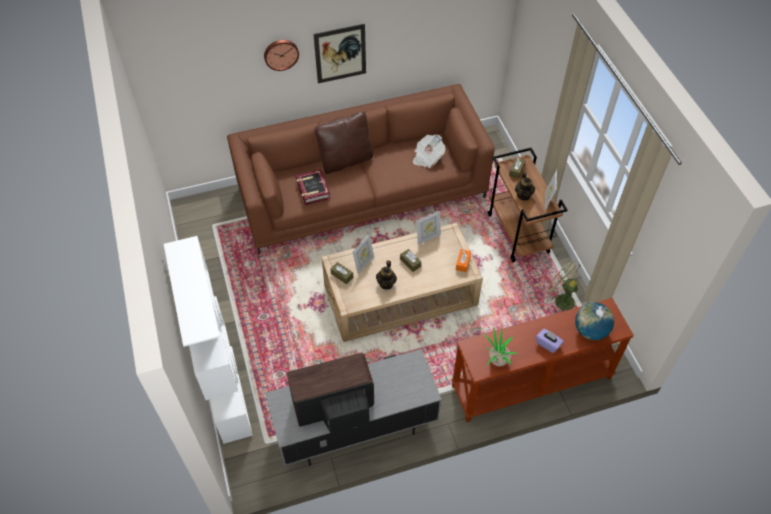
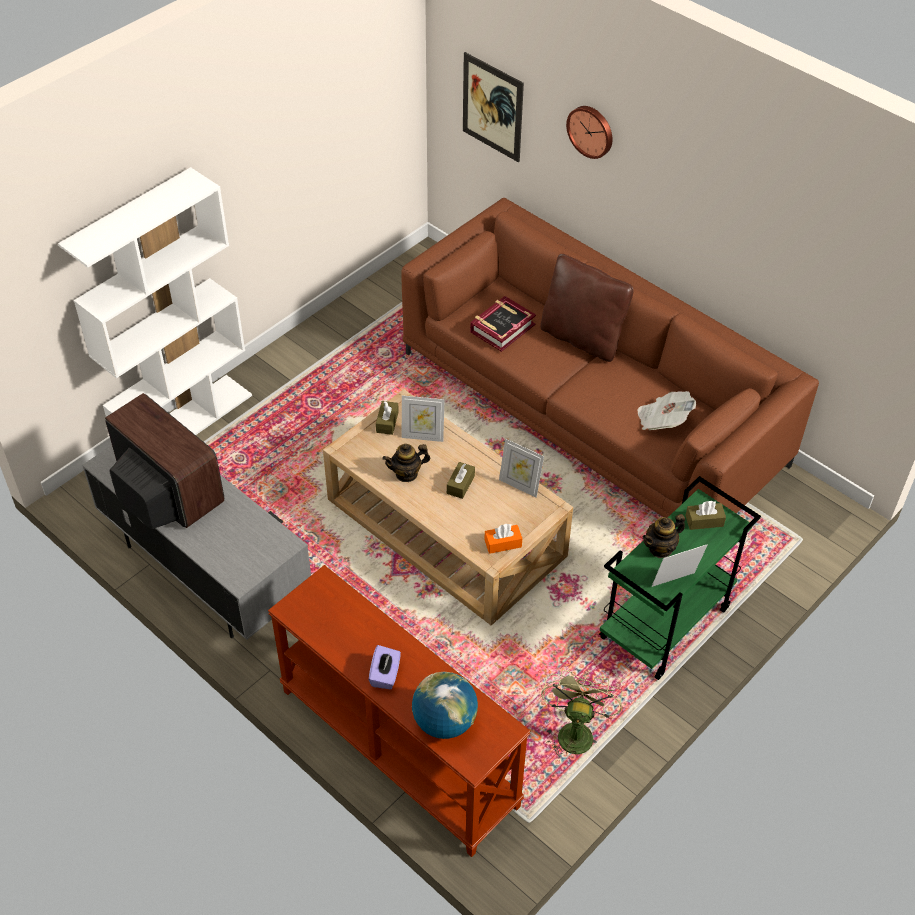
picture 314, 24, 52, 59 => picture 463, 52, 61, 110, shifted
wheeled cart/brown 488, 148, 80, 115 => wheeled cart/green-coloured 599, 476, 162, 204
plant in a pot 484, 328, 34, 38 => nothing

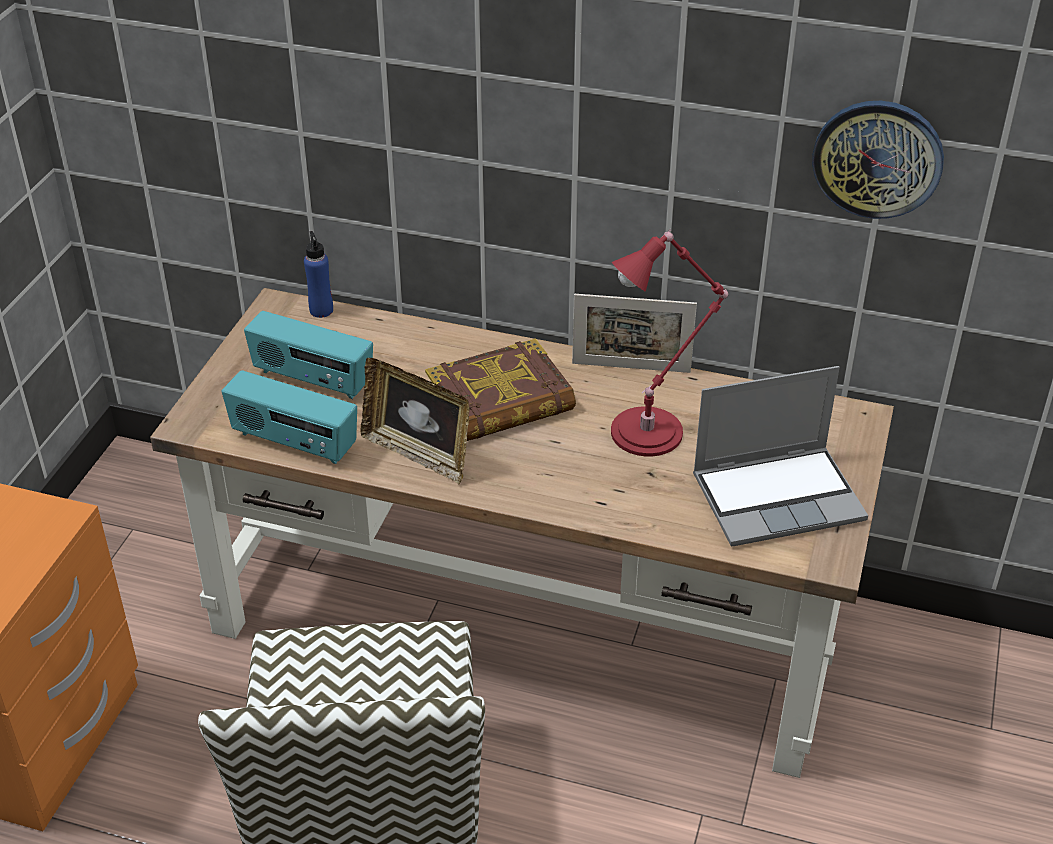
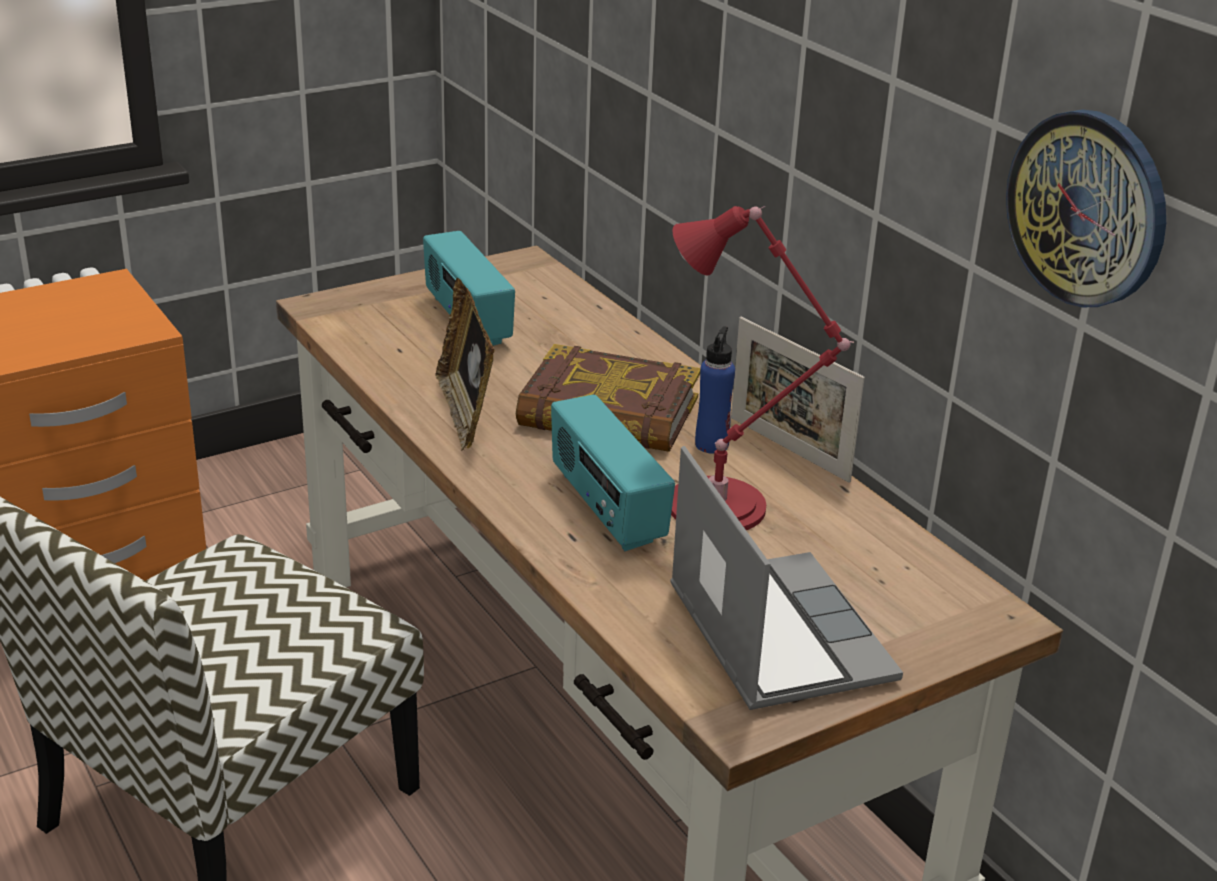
beverage bottle/bluish 304, 231, 29, 87 => beverage bottle/bluish 695, 326, 40, 128, shifted
notebook computer 693, 366, 175, 180 => notebook computer 670, 446, 233, 264, 135 degrees counterclockwise
radio receiver 222, 370, 135, 94 => radio receiver 551, 395, 124, 156, shifted

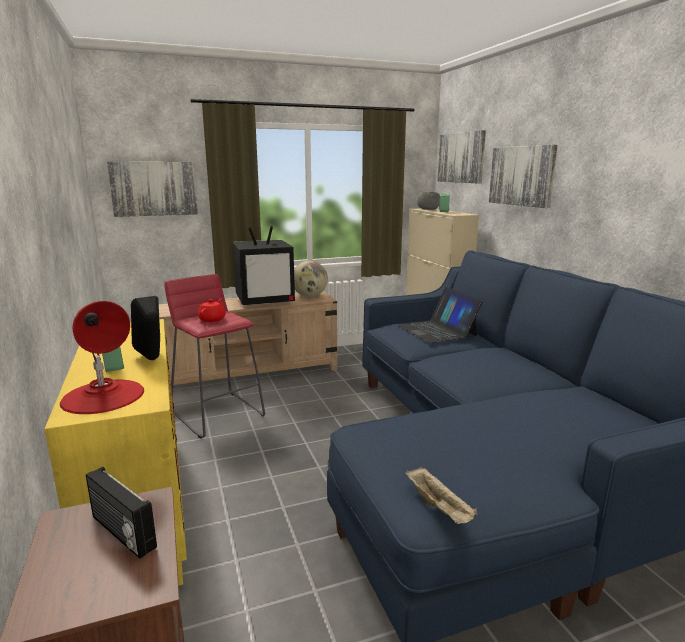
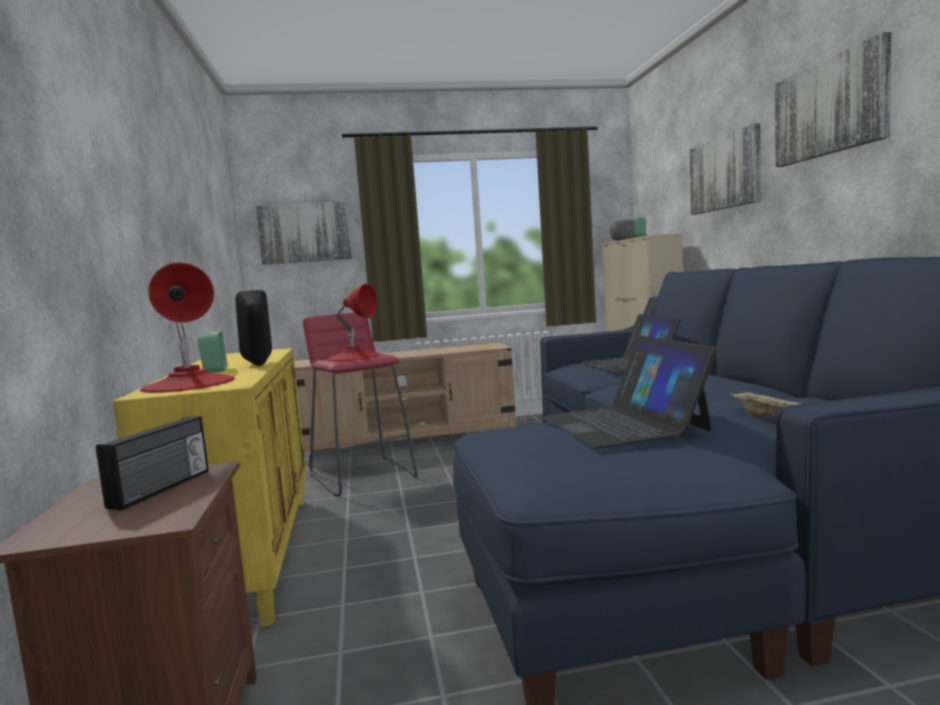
picture 438, 130, 48, 53 => picture 775, 32, 117, 135, shifted
television 232, 226, 63, 79 => nothing
world globe 294, 261, 34, 36 => nothing
tea pot/red 198, 298, 28, 24 => lamp for a table/red 327, 284, 53, 77
radio receiver 86, 467, 71, 91 => radio receiver 96, 416, 113, 94, 120 degrees counterclockwise
carrying tray/beige 405, 467, 72, 57 => carrying tray/beige 729, 391, 72, 27, shifted
nothing => notebook computer 541, 335, 176, 113

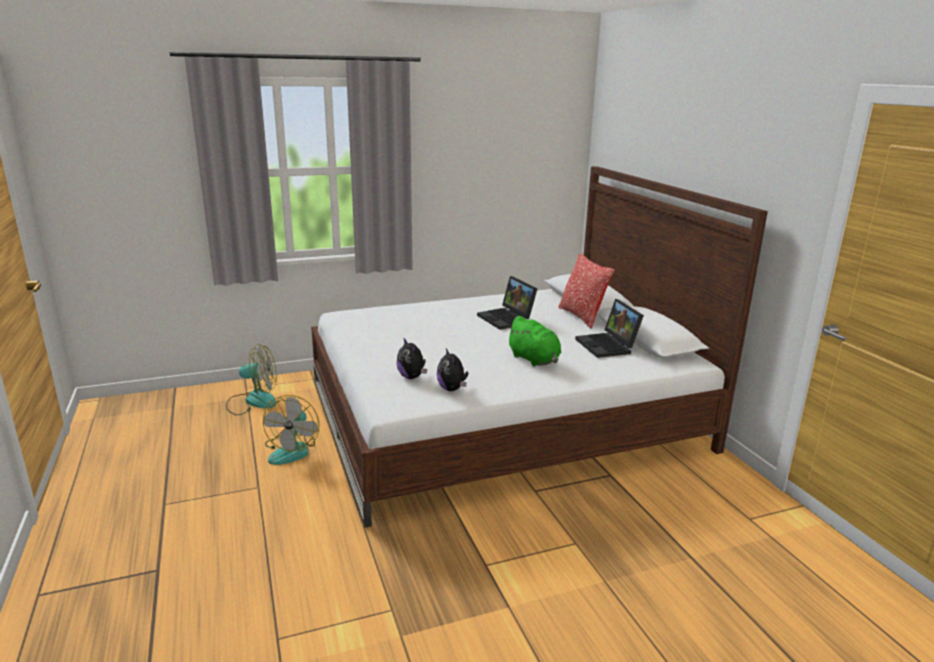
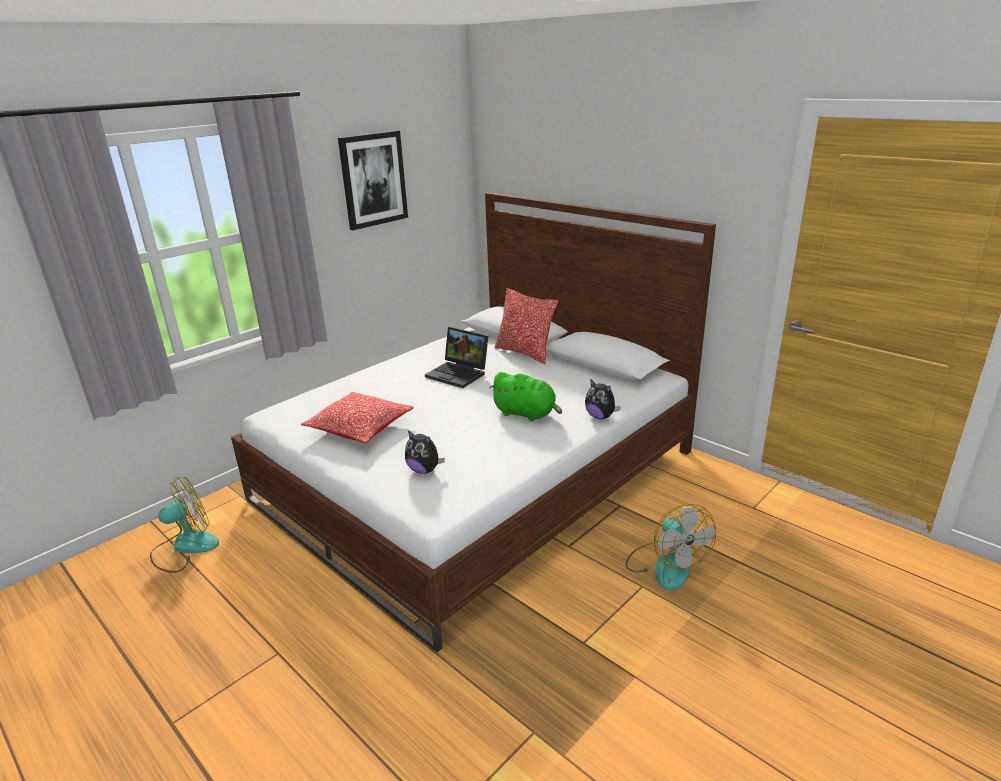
notebook computer 575, 299, 69, 59 => nothing
cuddly toy 437, 348, 31, 43 => cuddly toy 585, 379, 36, 40, shifted
electric fan 263, 395, 57, 70 => electric fan 625, 504, 91, 86, shifted
nothing => picture 338, 131, 70, 99
nothing => throw pillow 301, 392, 113, 52

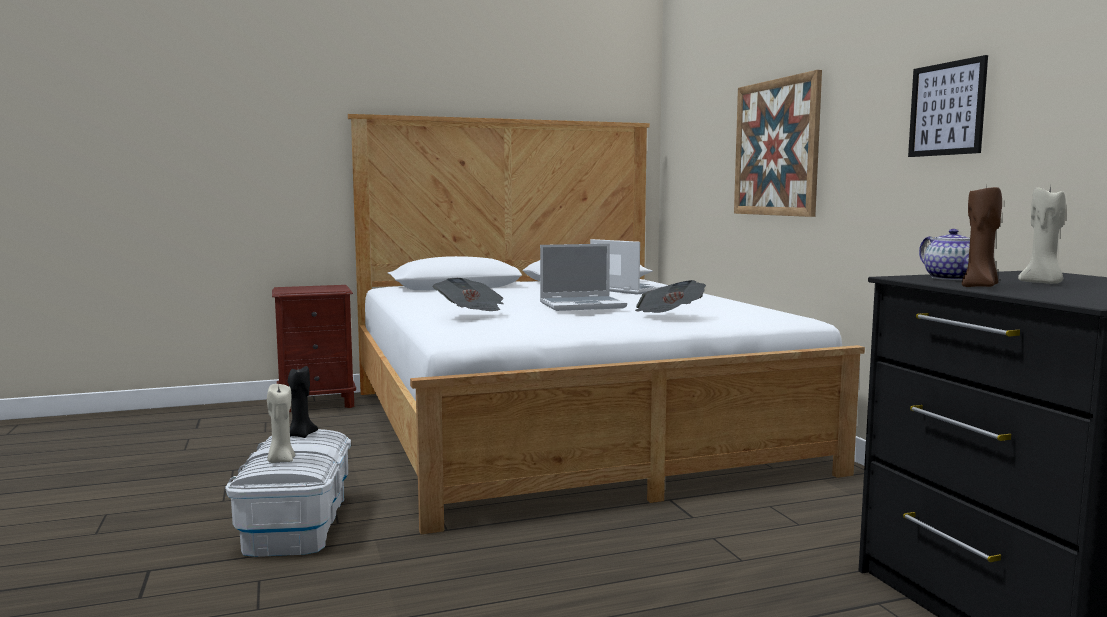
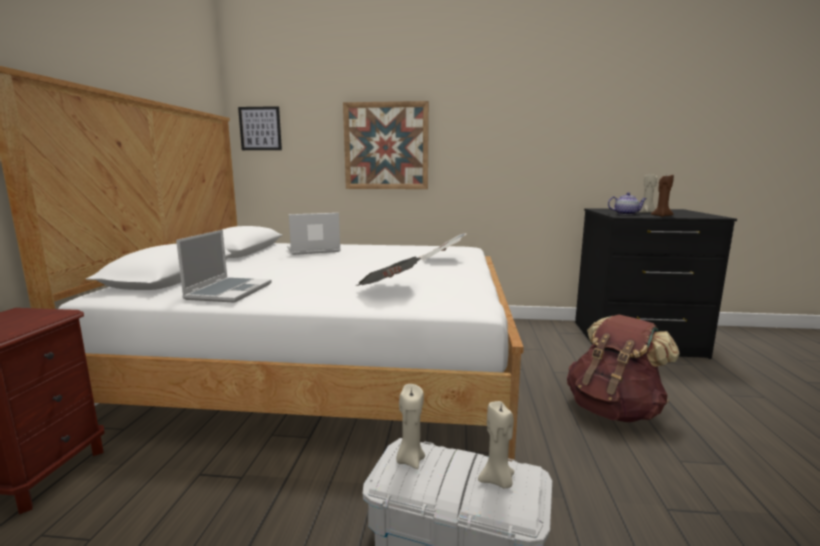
picture 908, 55, 80, 102 => picture 238, 106, 44, 44, shifted
notebook computer 540, 244, 87, 67 => notebook computer 176, 230, 96, 73, shifted
wax light/blackish 288, 366, 30, 72 => wax light/beige 396, 384, 29, 85
nothing => rucksack/brown 567, 315, 113, 107

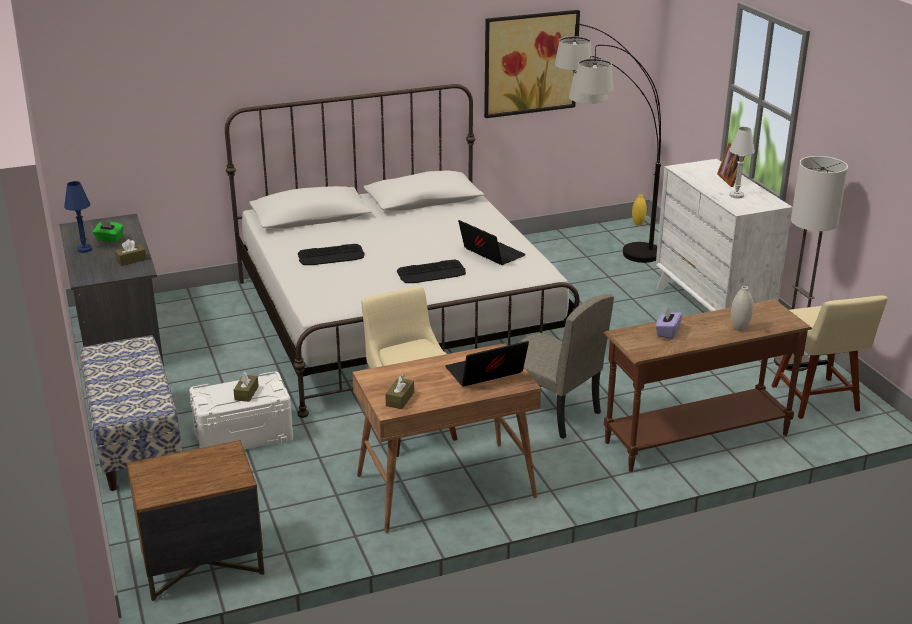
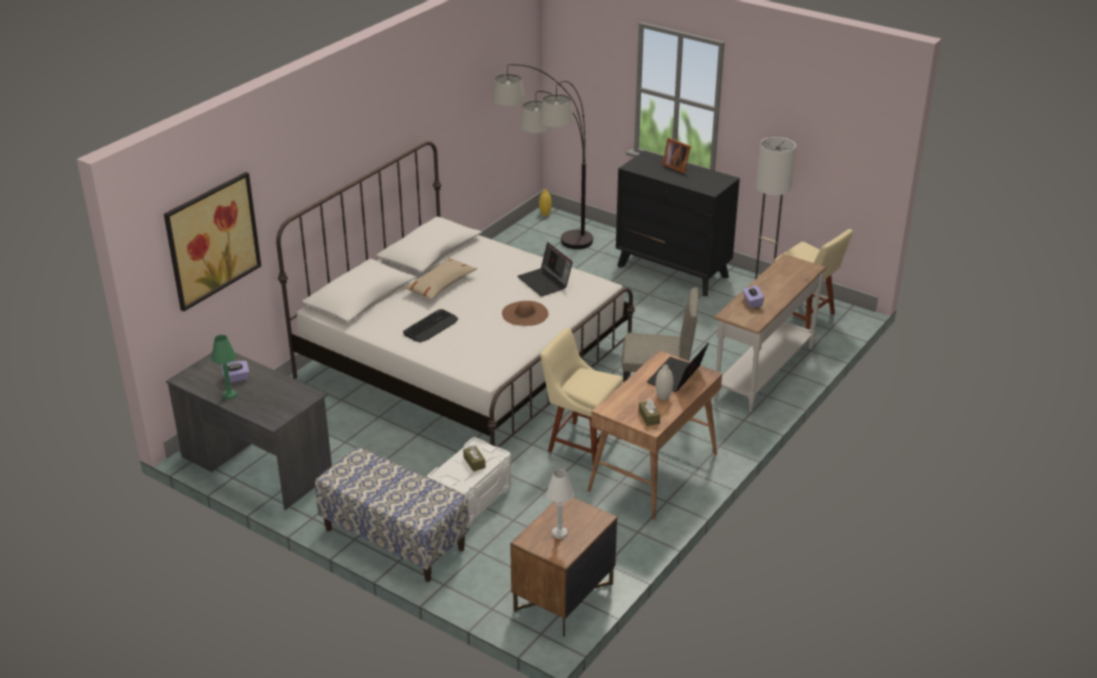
picture 484, 10, 96, 108 => picture 164, 172, 97, 140, shifted
lamp for a table/white-coloured 729, 127, 26, 72 => lamp for a table/white-coloured 546, 469, 28, 70, shifted
chest of drawers/white-coloured 656, 159, 137, 152 => chest of drawers/blackish 616, 150, 124, 146
lamp for a table/bluish 64, 181, 28, 72 => lamp for a table/green-coloured 211, 335, 26, 65
notebook computer 458, 220, 68, 45 => notebook computer 517, 242, 56, 55, 135 degrees counterclockwise
tissue box/green-coloured 93, 221, 31, 22 => tissue box/purplish 221, 361, 29, 22
tissue box/brown 115, 239, 32, 27 => nothing
keyboard 397, 259, 69, 24 => clothing hat/brown 502, 301, 46, 25
flower vase/white-coloured 731, 286, 22, 45 => flower vase/white-coloured 655, 365, 18, 35, shifted
narrow table/brown 603, 299, 209, 173 => narrow table/white-coloured 713, 254, 113, 158
nothing => throw pillow/beige 404, 258, 73, 42

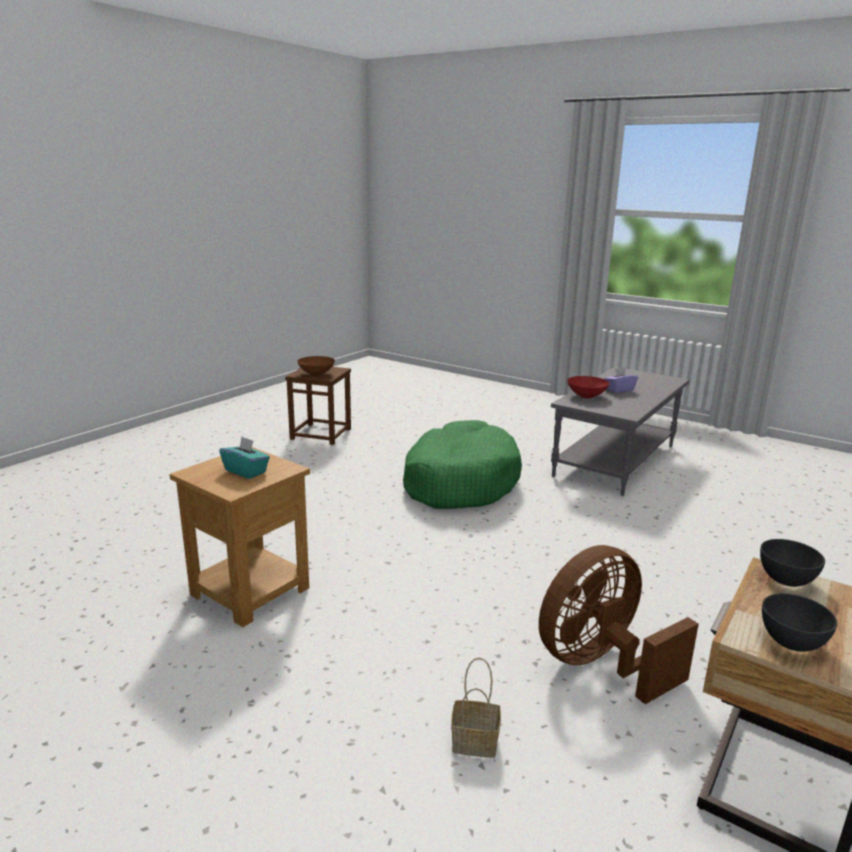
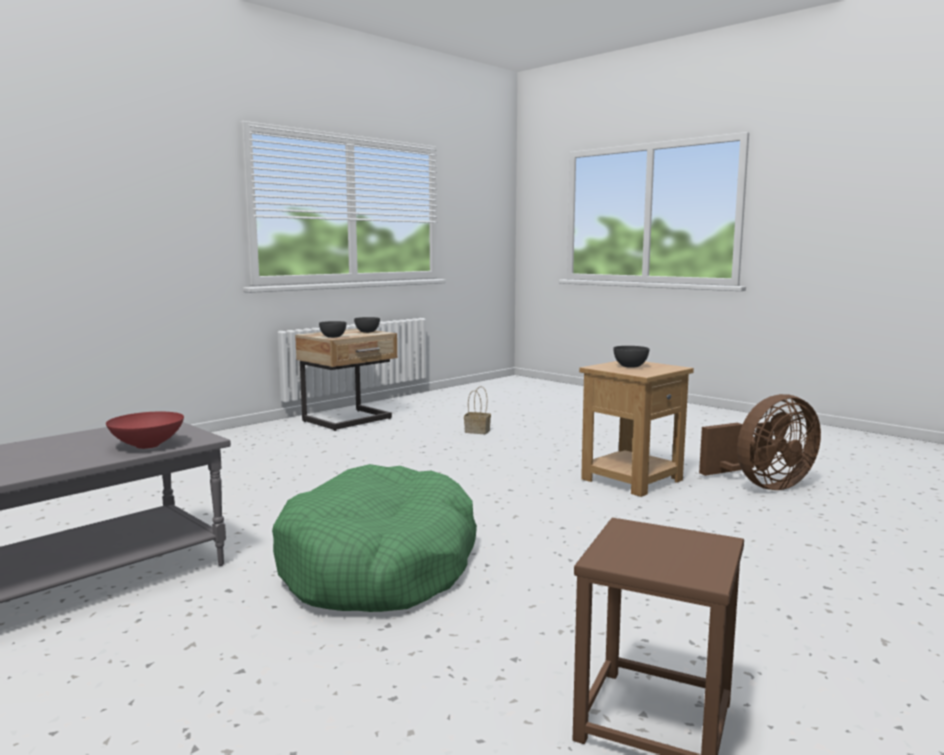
bowl/brown 297, 356, 38, 20 => nothing
tissue box/purplish 604, 368, 34, 25 => nothing
tissue box/turquoise-coloured 219, 437, 51, 42 => bowl/gray 613, 346, 36, 22
electric fan/brown 539, 545, 160, 159 => electric fan/brown 699, 394, 122, 96, shifted

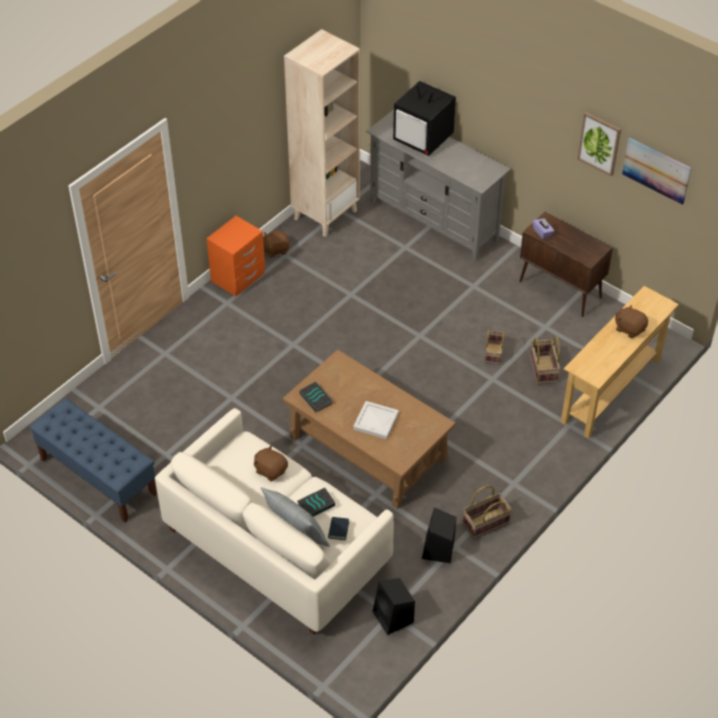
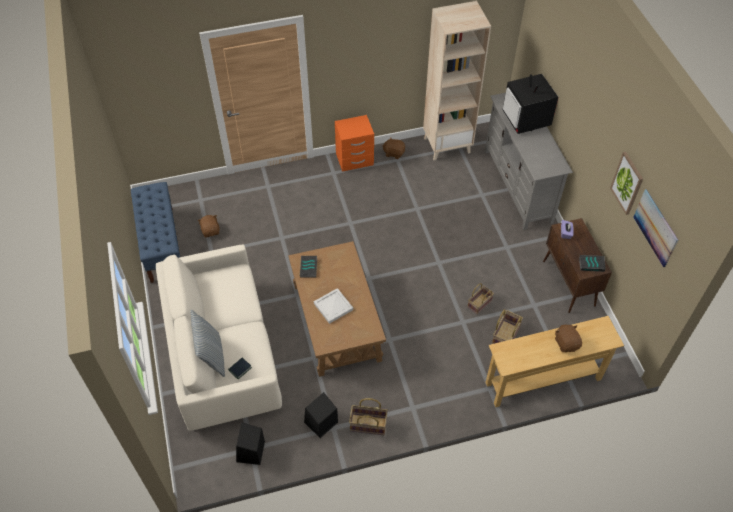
cuddly toy/brown 254, 445, 34, 37 => cuddly toy/brown 198, 215, 22, 23, shifted
book 297, 488, 38, 29 => book 579, 255, 27, 17, shifted

